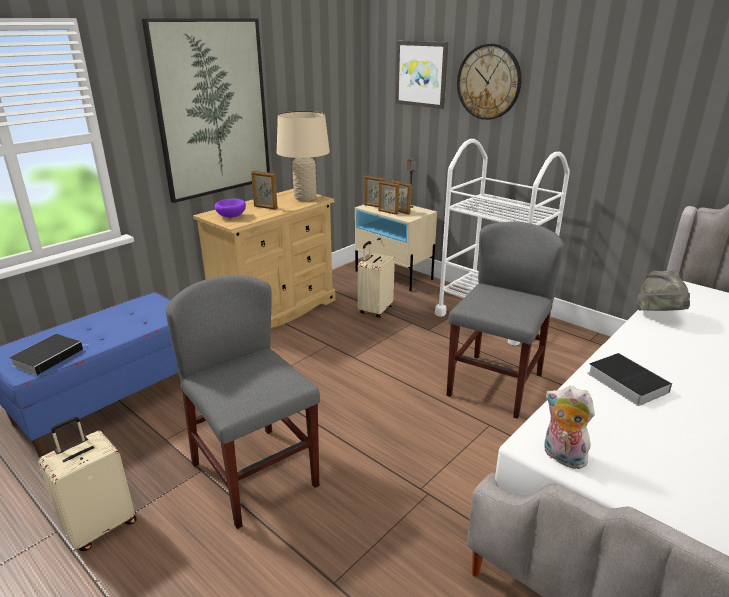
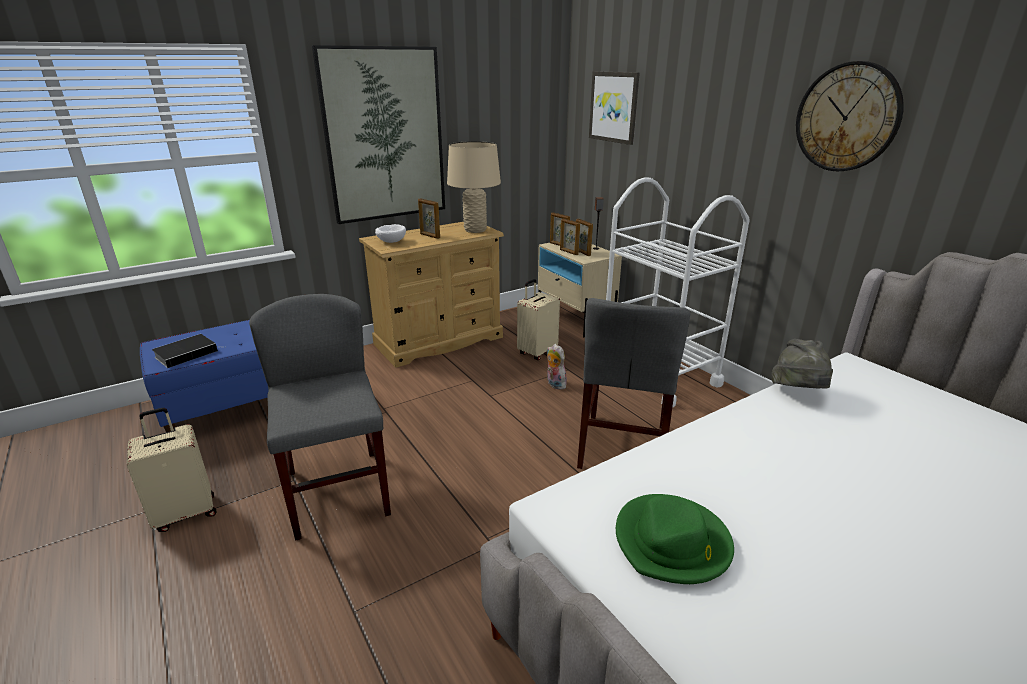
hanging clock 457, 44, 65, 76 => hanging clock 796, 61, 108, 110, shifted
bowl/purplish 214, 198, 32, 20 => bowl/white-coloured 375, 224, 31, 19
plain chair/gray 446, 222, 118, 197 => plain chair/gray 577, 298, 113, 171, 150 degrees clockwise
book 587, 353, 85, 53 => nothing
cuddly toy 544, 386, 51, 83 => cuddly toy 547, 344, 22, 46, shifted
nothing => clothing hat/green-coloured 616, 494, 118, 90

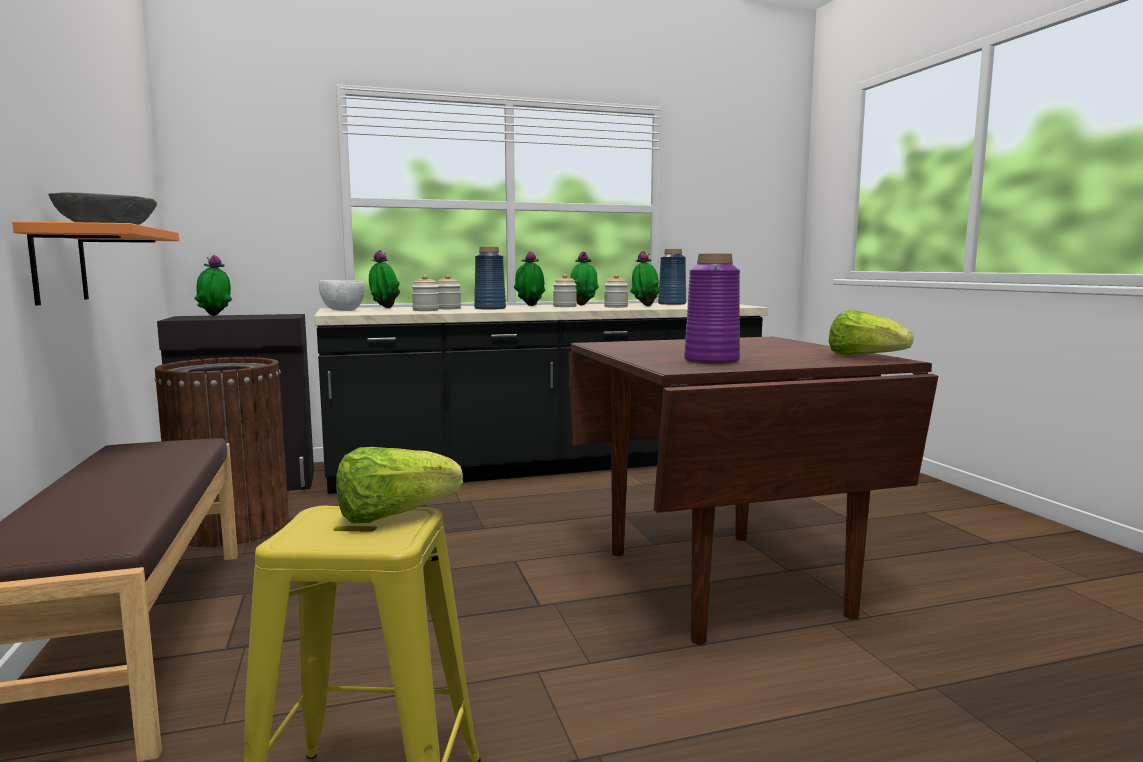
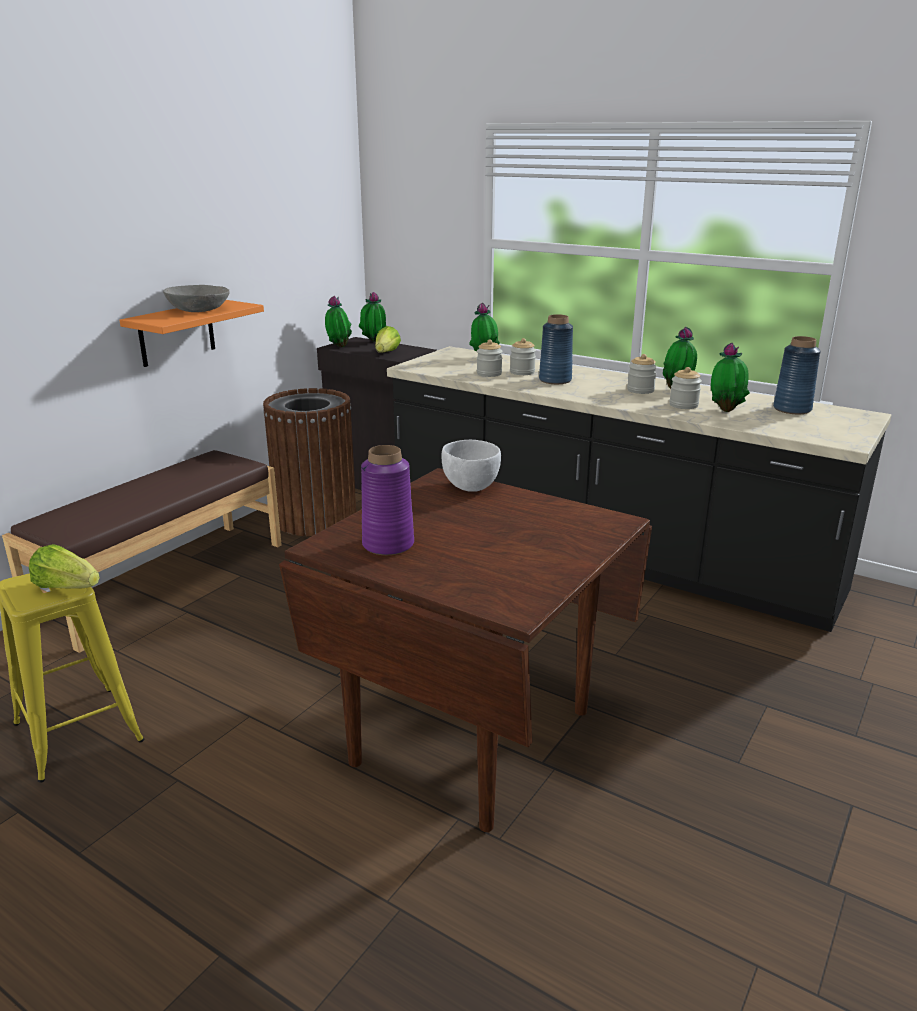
plant in a pot 514, 251, 31, 55 => plant in a pot 325, 296, 27, 51, shifted
bowl/white-coloured 319, 280, 46, 31 => bowl/white-coloured 442, 440, 59, 52, shifted
lettuce head 829, 310, 84, 46 => lettuce head 375, 326, 26, 27, shifted

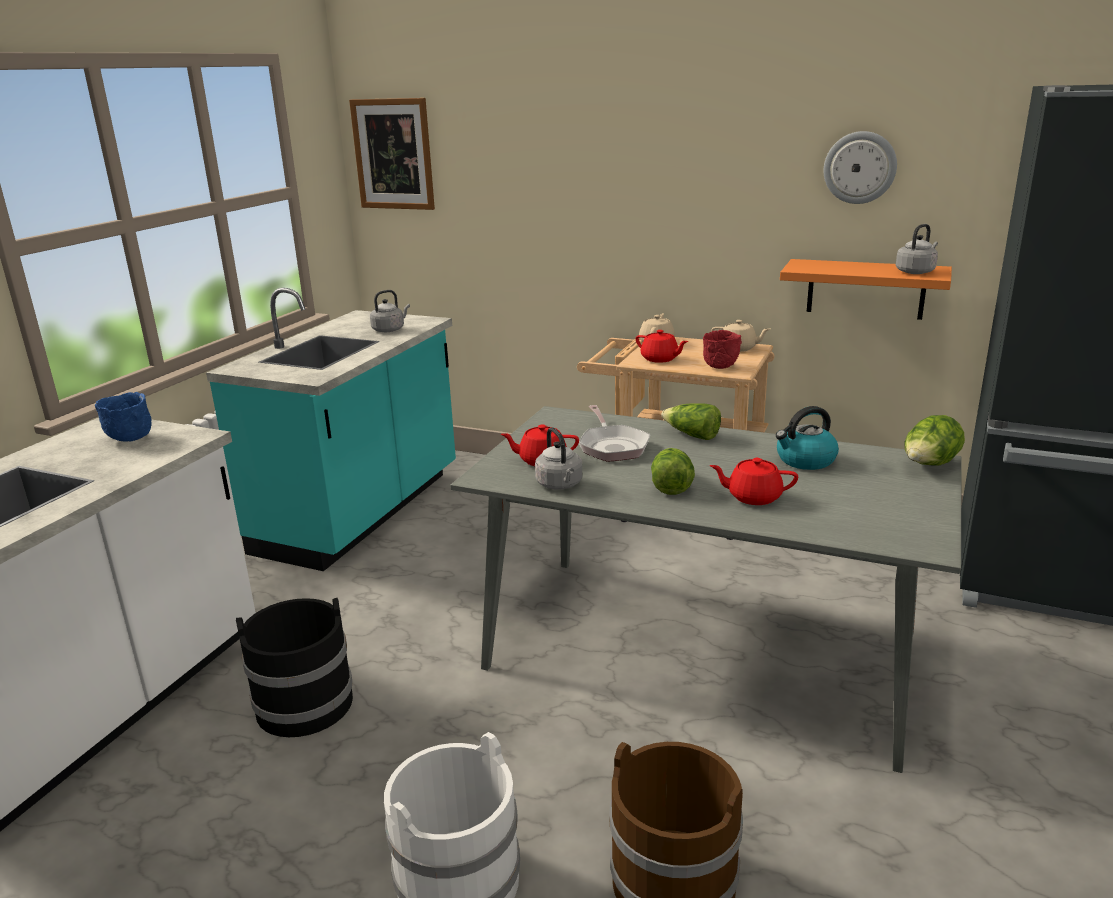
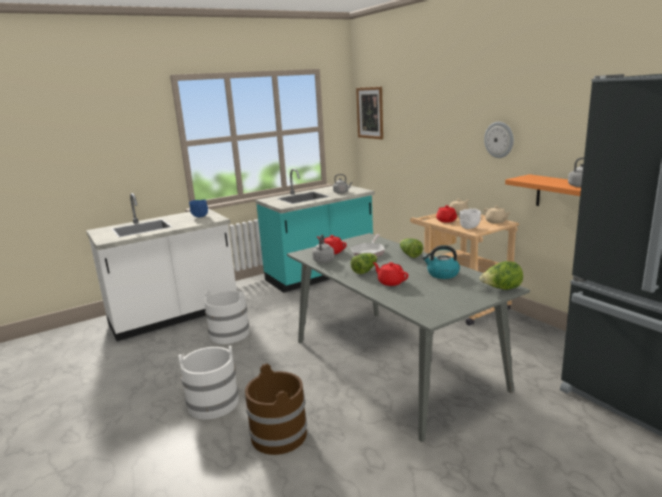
hanging clock 824, 131, 73, 73 => hanging clock 484, 122, 30, 36, shifted
bowl/red 703, 330, 39, 39 => bowl/white-coloured 459, 209, 22, 20
water bucket/blackish 236, 598, 117, 139 => water bucket/white-coloured 204, 290, 45, 54

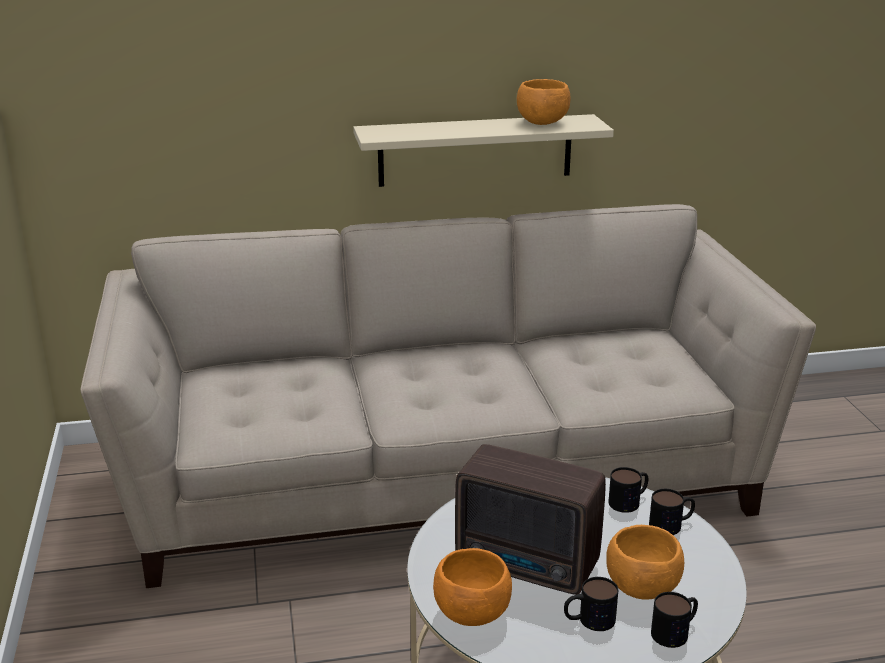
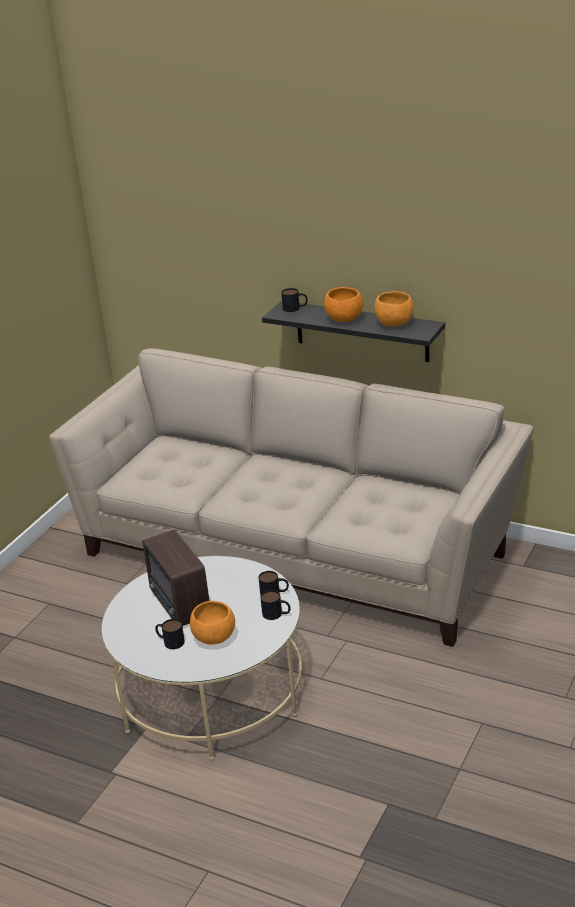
bracket shelf/beige 353, 114, 261, 73 => bracket shelf/blackish 262, 301, 183, 61
bowl/orange-coloured 433, 548, 79, 78 => bowl/orange-coloured 324, 287, 39, 35, shifted
coffee mug 651, 592, 47, 56 => coffee mug 281, 288, 27, 24, shifted

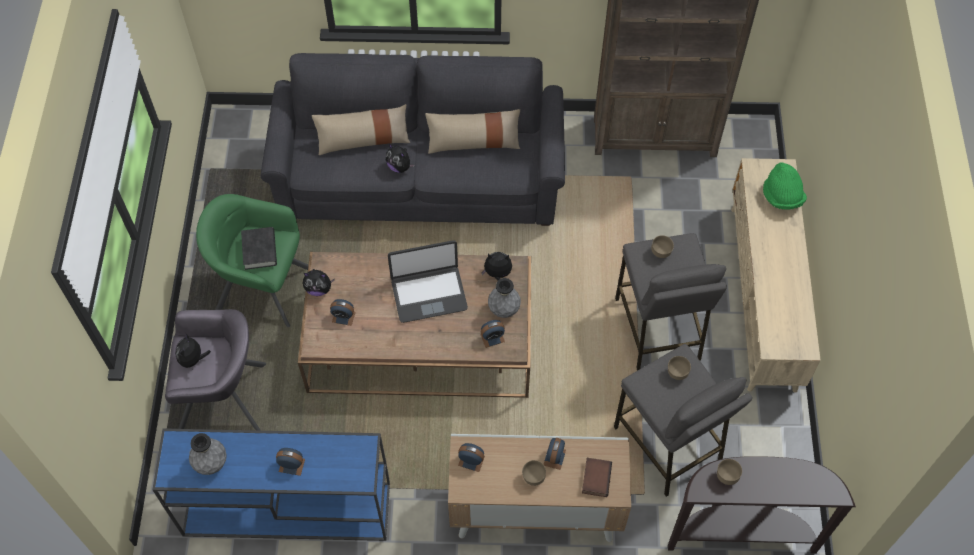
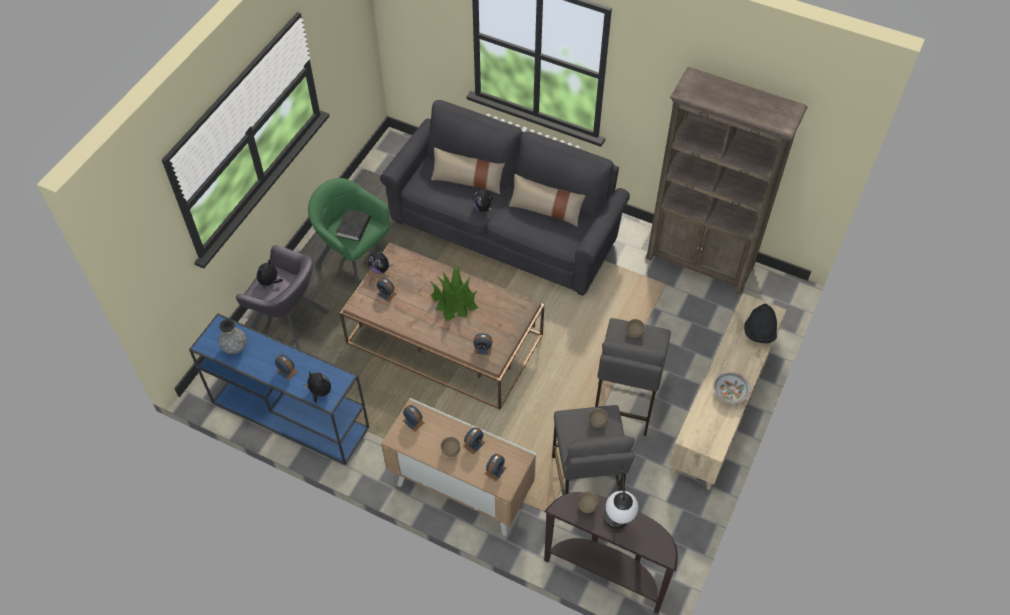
clothing hat/green-coloured 763, 162, 44, 48 => clothing hat/blackish 744, 304, 33, 40
notebook computer 388, 240, 80, 83 => plant in a pot 430, 264, 48, 57
cuddly toy 482, 252, 30, 29 => cuddly toy 303, 371, 28, 32, shifted
flower vase/gray 488, 278, 33, 40 => nothing
book 582, 458, 30, 39 => table clock 485, 454, 21, 27
nothing => bowl 713, 372, 38, 32
nothing => lamp for a table 603, 463, 35, 66

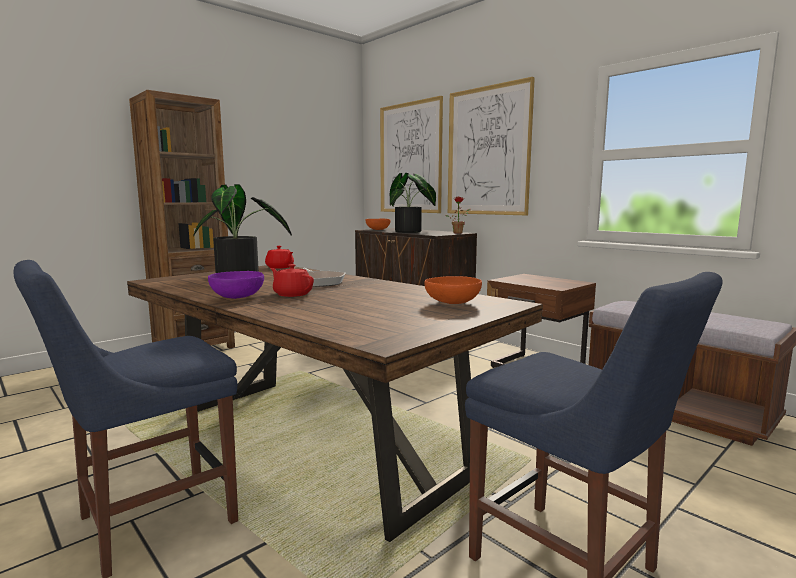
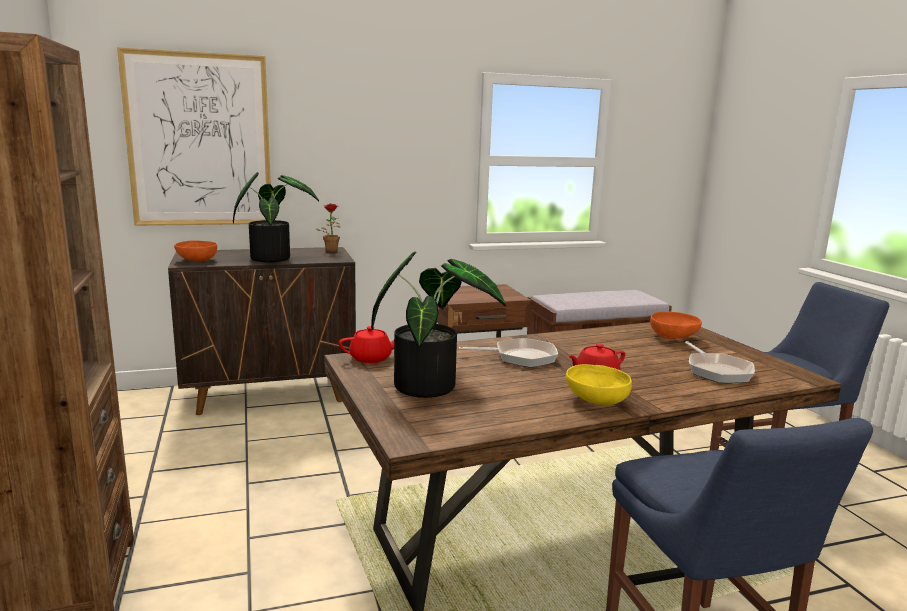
picture 448, 77, 87, 138 => nothing
bowl/purplish 208, 271, 56, 28 => bowl/yellow-coloured 566, 364, 66, 41
nothing => frying pan 685, 341, 70, 42

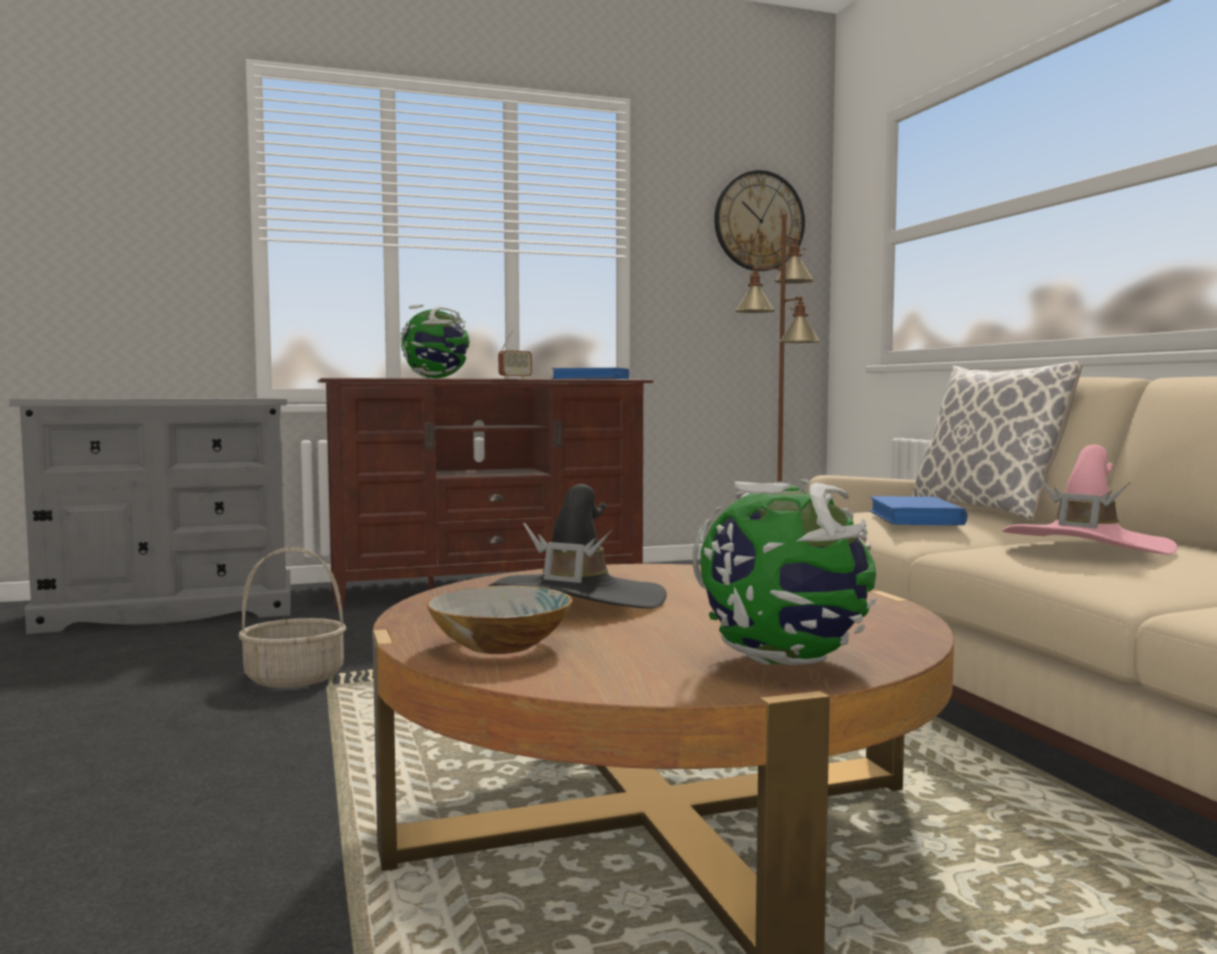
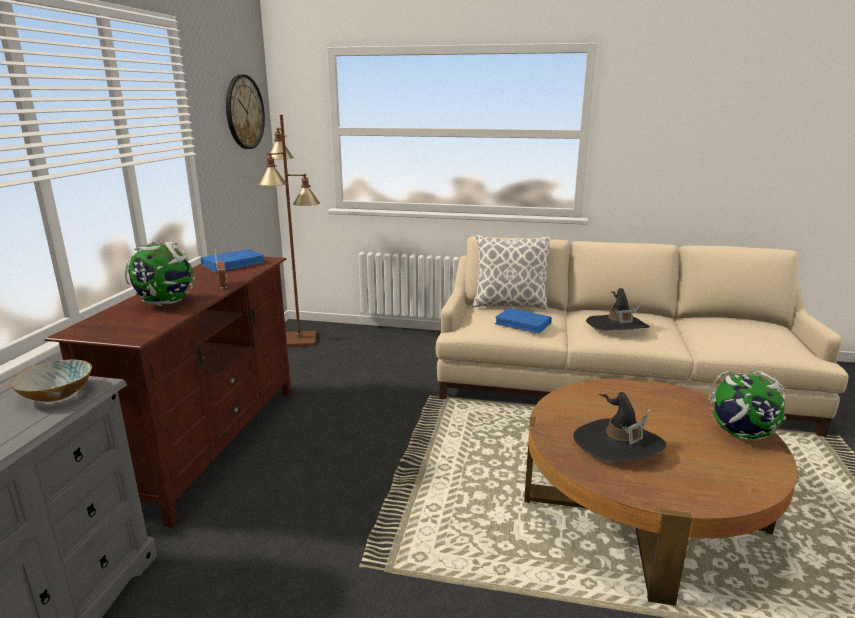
clothing hat/pink 1001, 445, 177, 109 => clothing hat/blackish 586, 288, 64, 43
storage basket 239, 547, 108, 141 => nothing
bowl 426, 585, 147, 69 => bowl 10, 360, 82, 42, shifted

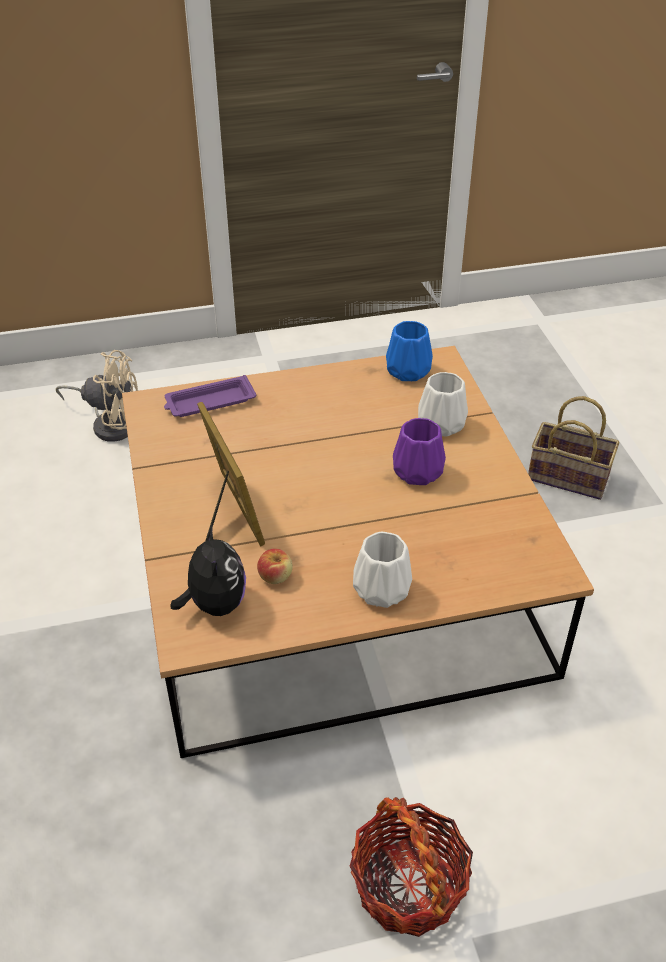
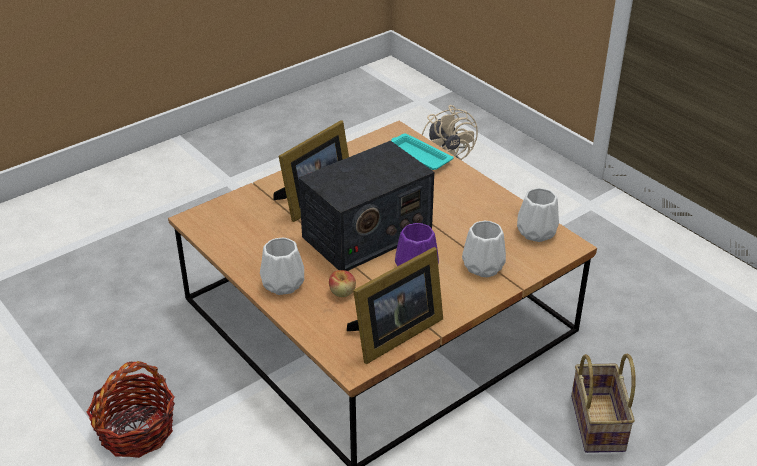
flower vase/bluish 386, 321, 47, 60 => flower vase/white-coloured 517, 188, 42, 54
carrying tray/purplish 164, 375, 92, 42 => carrying tray/turquoise-coloured 391, 133, 62, 37
cuddly toy 171, 524, 75, 92 => nothing
apple fruit 257, 549, 36, 35 => apple fruit 329, 270, 27, 27, shifted
nothing => radio receiver 299, 140, 135, 131
nothing => photo frame 347, 247, 96, 117

